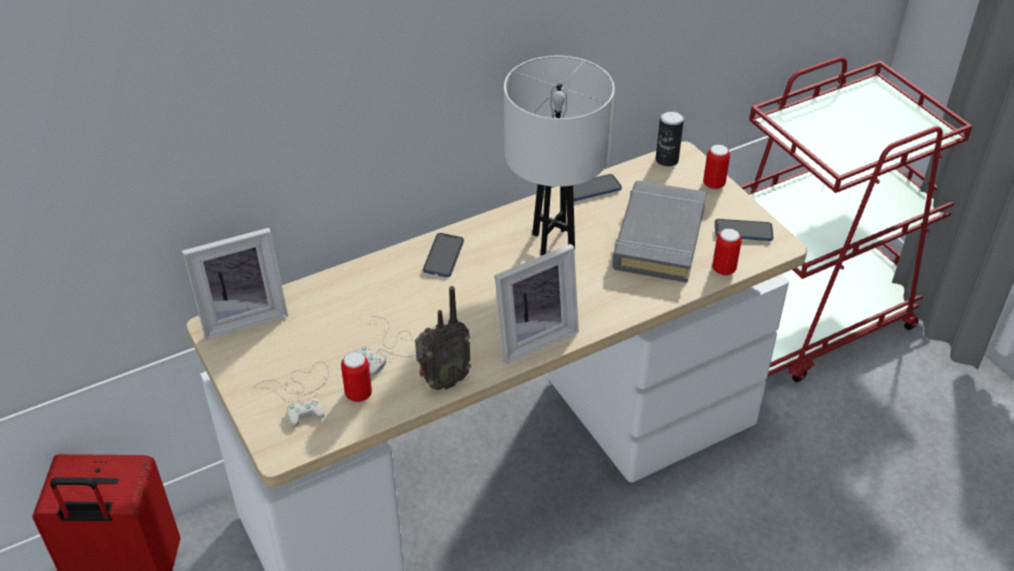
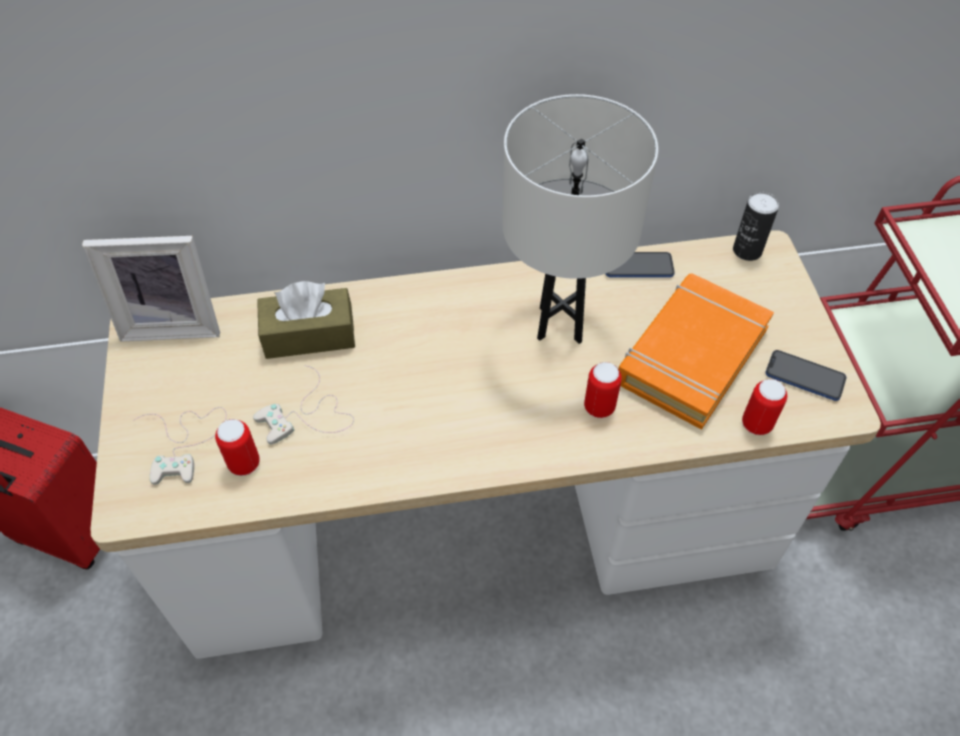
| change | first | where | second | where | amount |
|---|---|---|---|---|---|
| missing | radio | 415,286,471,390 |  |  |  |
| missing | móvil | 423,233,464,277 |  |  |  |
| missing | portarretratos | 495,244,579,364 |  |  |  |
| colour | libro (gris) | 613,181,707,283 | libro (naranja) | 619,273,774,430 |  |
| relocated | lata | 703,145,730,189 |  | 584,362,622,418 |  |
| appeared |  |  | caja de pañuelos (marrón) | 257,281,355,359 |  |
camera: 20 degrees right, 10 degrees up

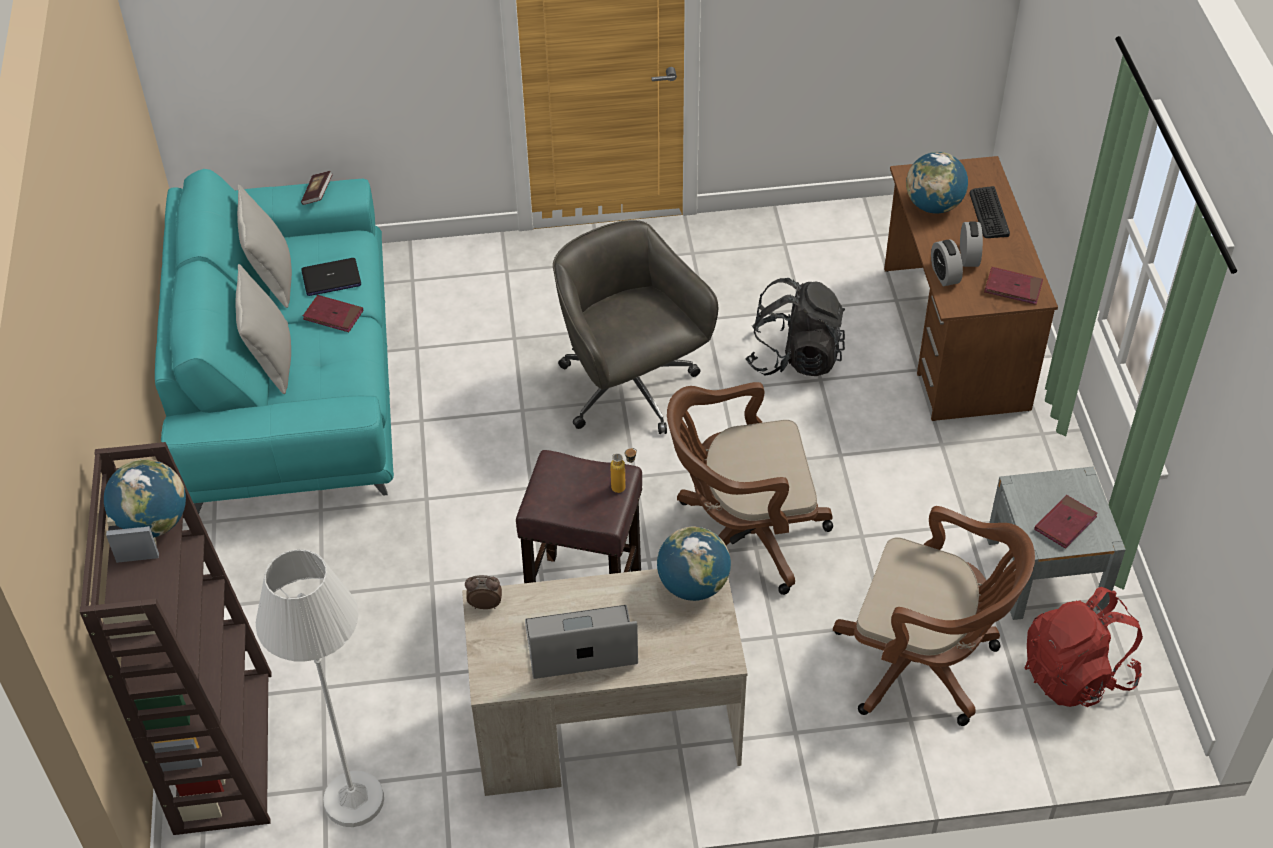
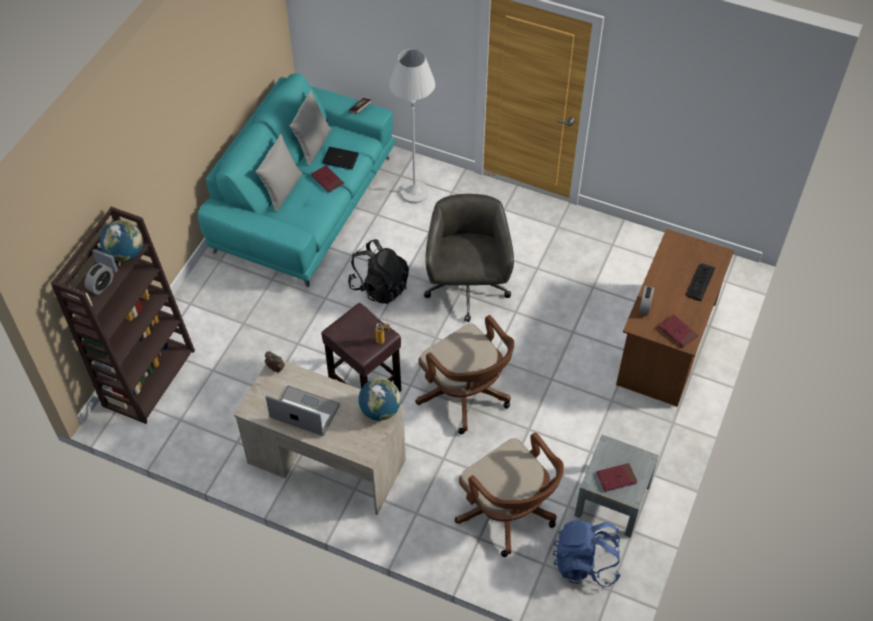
| change | first | where | second | where | amount |
|---|---|---|---|---|---|
| relocated | lámpara de pie (blanco) | 256,549,384,827 |  | 389,49,435,204 |  |
| spun | silla de oficina (marrón) | 667,382,833,595 |  | 415,315,514,434 | 150 degrees counterclockwise |
| relocated | mochila (negro) | 745,278,845,376 |  | 348,239,409,304 |  |
| missing | globo terráqueo | 906,152,968,214 |  |  |  |
| relocated | despertador | 960,221,983,267 |  | 85,263,113,295 |  |
| colour | mochila (rojo) | 1025,587,1143,707 | mochila (azul) | 553,520,621,587 |  |
camera: 30 degrees right, 5 degrees up

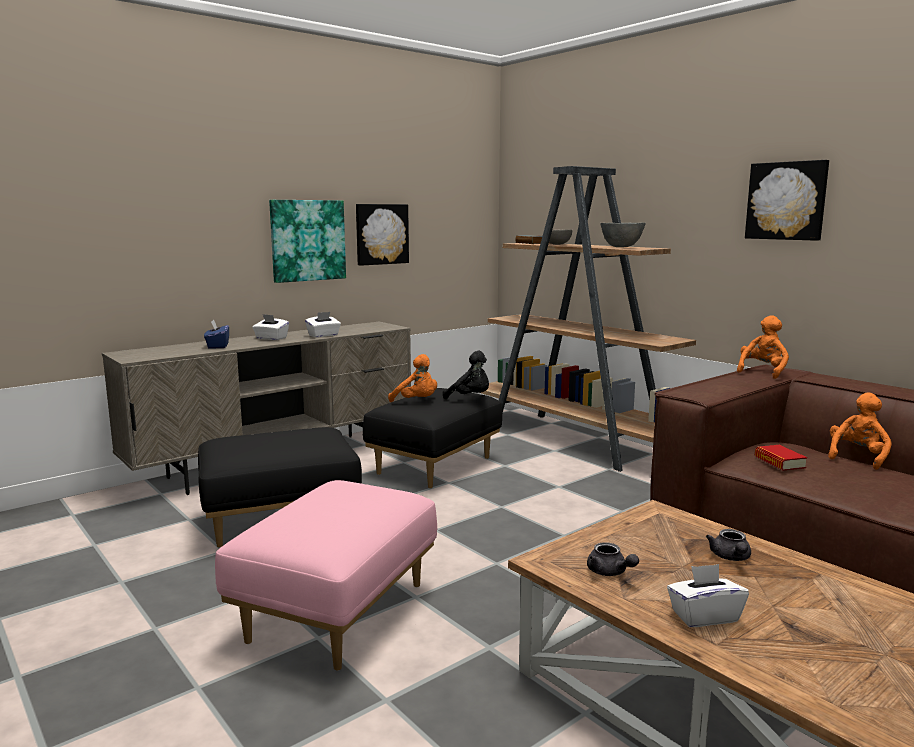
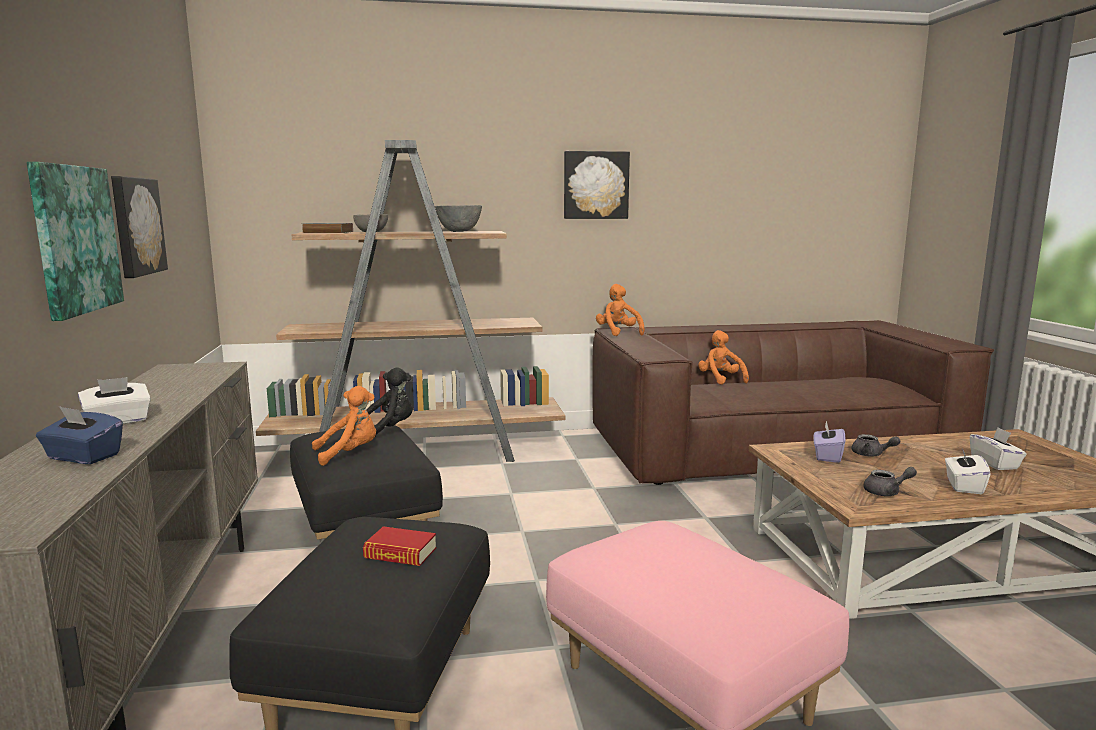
| change | first | where | second | where | amount |
|---|---|---|---|---|---|
| relocated | caja de pañuelos (blanco) | 305,312,341,337 |  | 970,427,1027,470 |  |
| relocated | libro | 755,445,807,471 |  | 363,526,436,566 |  |
| appeared |  |  | caja de pañuelos (morado) | 813,421,845,463 |  |
camera: 60 degrees left, 0 degrees up

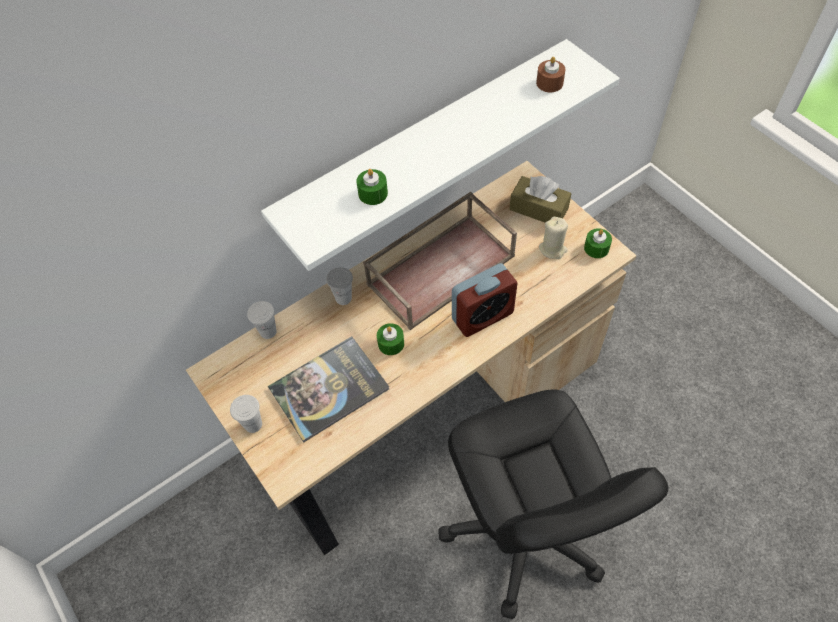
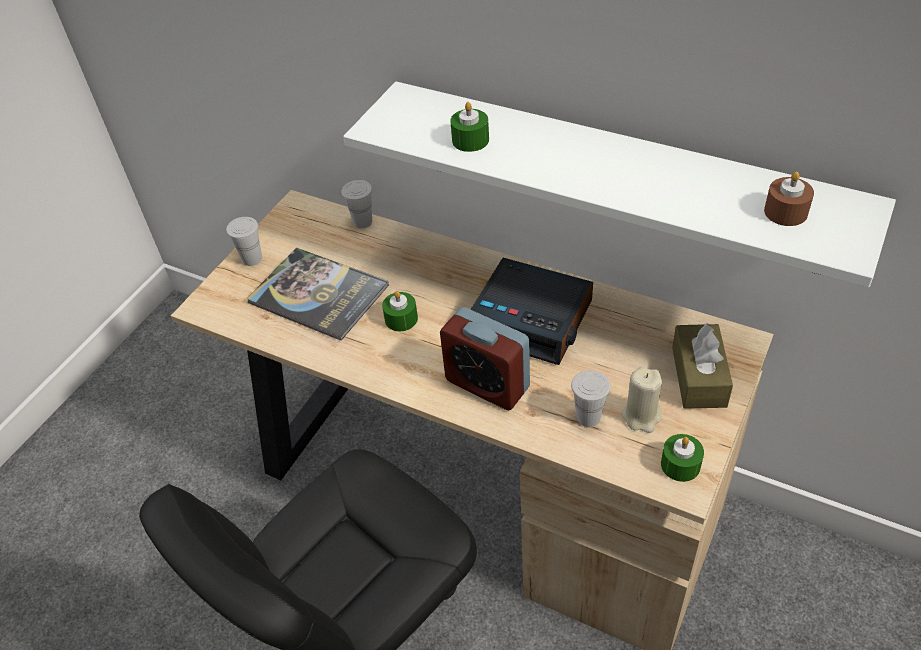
| change | first | where | second | where | amount |
|---|---|---|---|---|---|
| relocated | taza (blanco) | 326,267,353,305 |  | 571,370,610,427 |  |
| exchanged | bandeja (marrón) | 363,192,517,330 | despertador | 470,258,593,365 |  |
camera: 65 degrees right, 10 degrees down

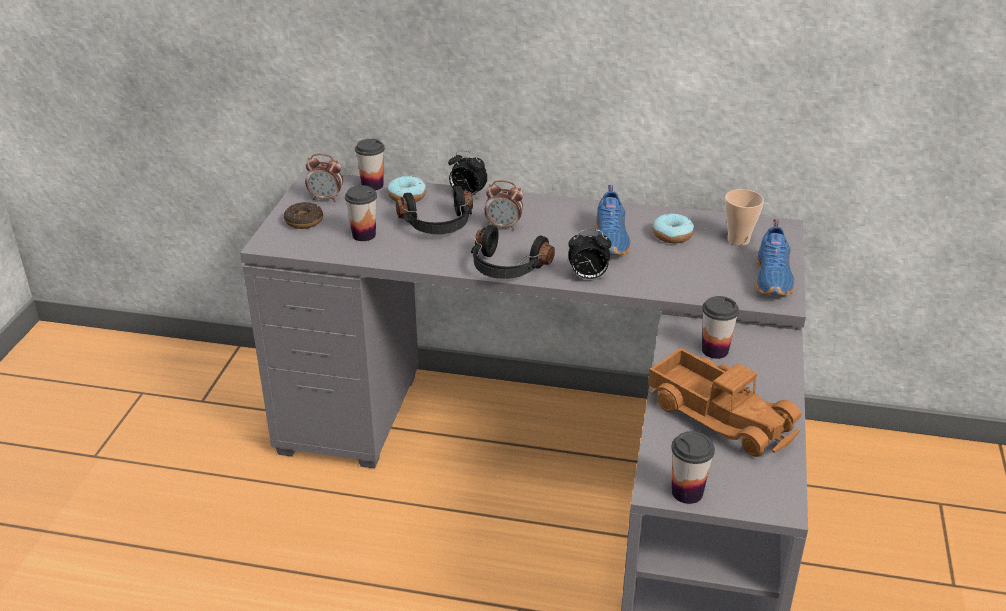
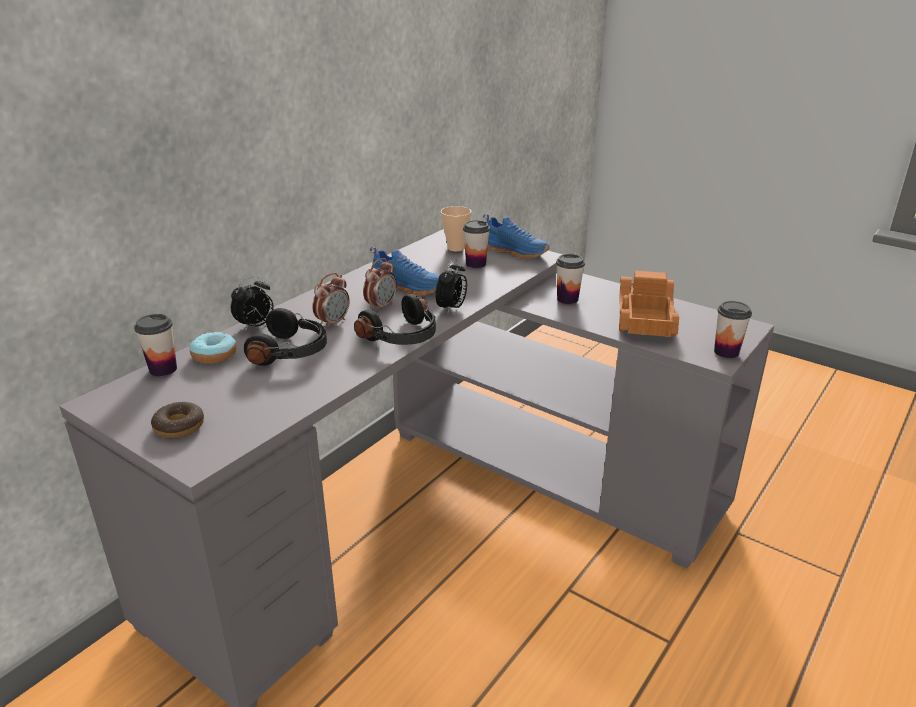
| change | first | where | second | where | amount |
|---|---|---|---|---|---|
| relocated | despertador | 305,154,343,202 |  | 363,258,397,312 |  |
| relocated | taza | 345,185,377,241 |  | 463,220,490,268 |  |
| spun | camión de juguete | 648,348,801,457 |  | 619,271,679,337 | 60 degrees counterclockwise |
| missing | rosquilla | 652,214,694,243 |  |  |  |
camera: 65 degrees left, 5 degrees down

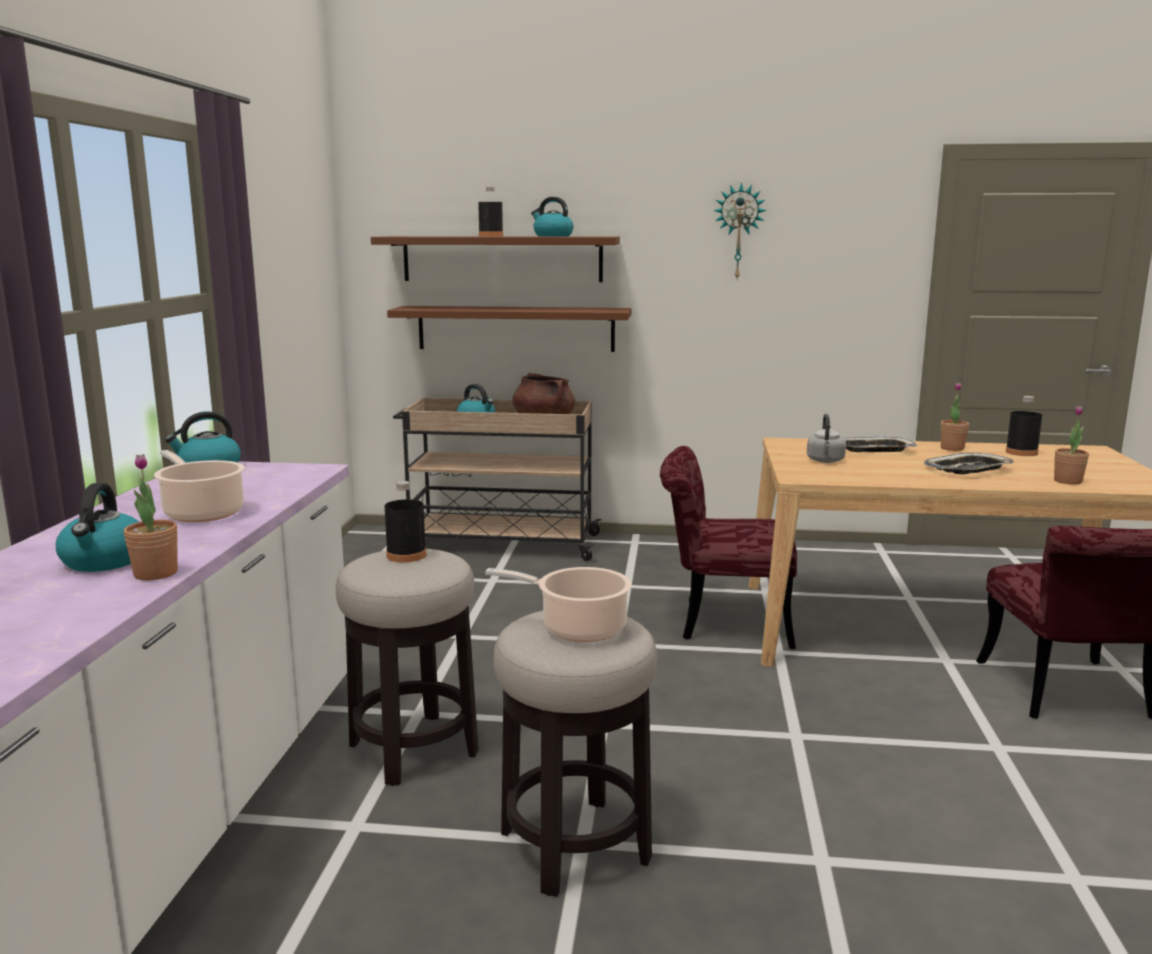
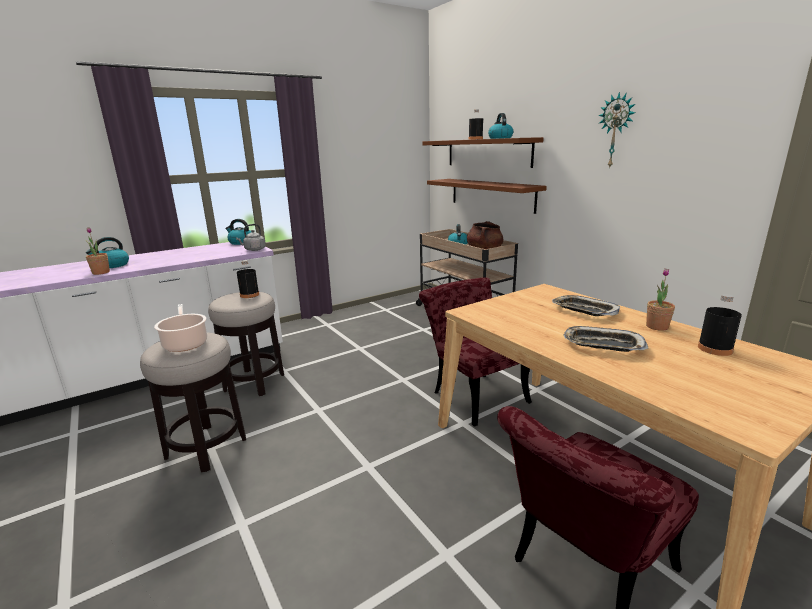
| change | first | where | second | where | amount |
|---|---|---|---|---|---|
| missing | olla | 154,450,245,522 |  |  |  |
| relocated | hervidor (gris) | 807,414,846,463 |  | 236,224,266,251 |  |
| missing | planta en maceta | 1054,406,1089,485 |  |  |  |
camera: 50 degrees right, 5 degrees up

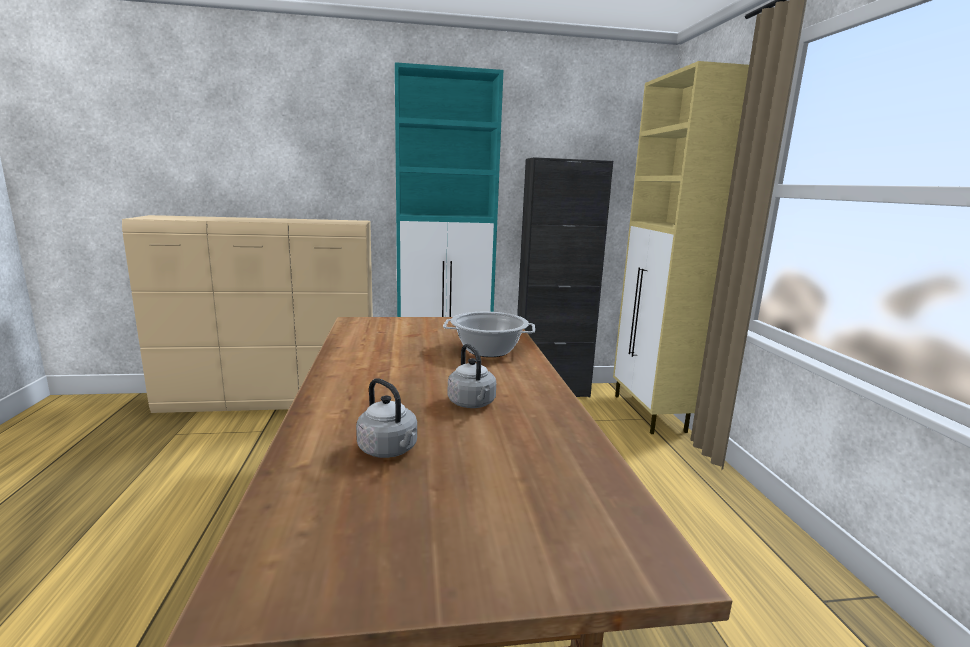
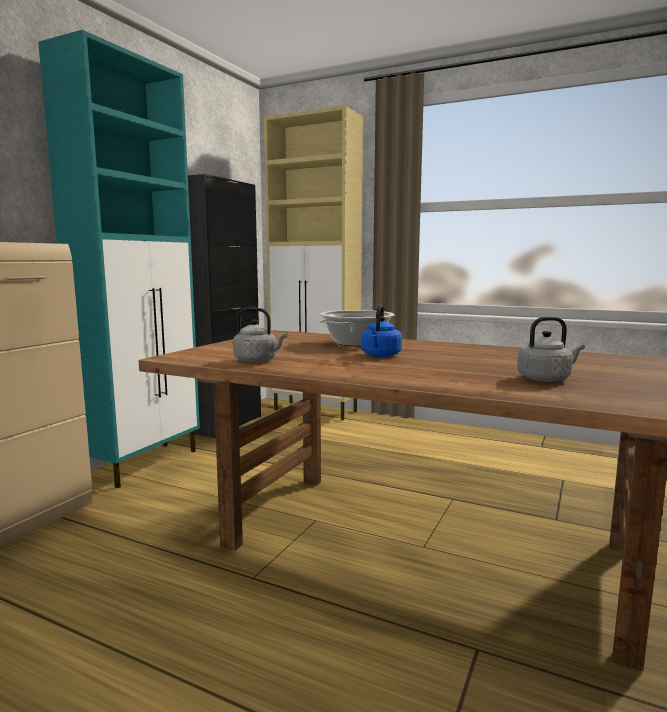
| change | first | where | second | where | amount |
|---|---|---|---|---|---|
| relocated | hervidor (gris) | 448,344,496,408 |  | 233,307,287,363 |  |
| appeared |  |  | hervidor (azul) | 361,304,402,357 |  |
camera: 55 degrees left, 5 degrees down

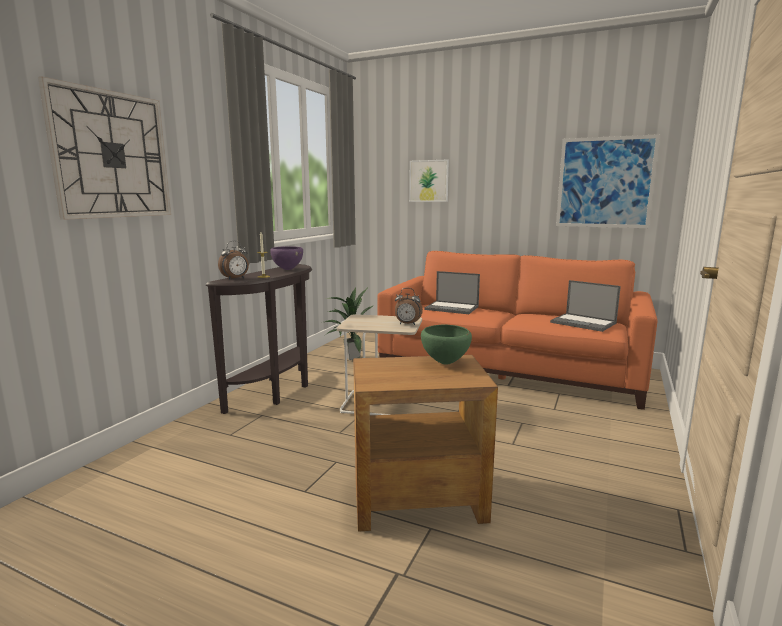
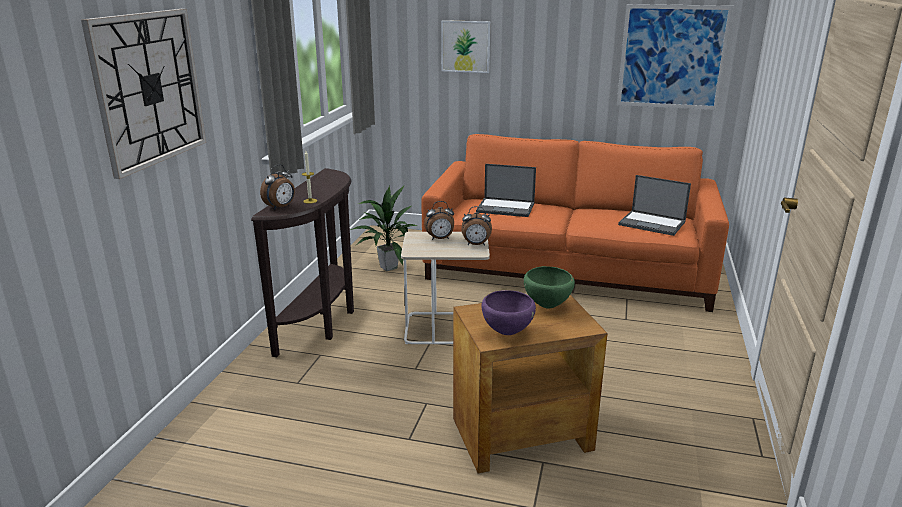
| change | first | where | second | where | amount |
|---|---|---|---|---|---|
| relocated | cuenco (morado) | 270,247,303,270 |  | 482,290,536,335 |  |
| appeared |  |  | despertador | 424,201,454,240 |  |
camera: 10 degrees left, 10 degrees up

